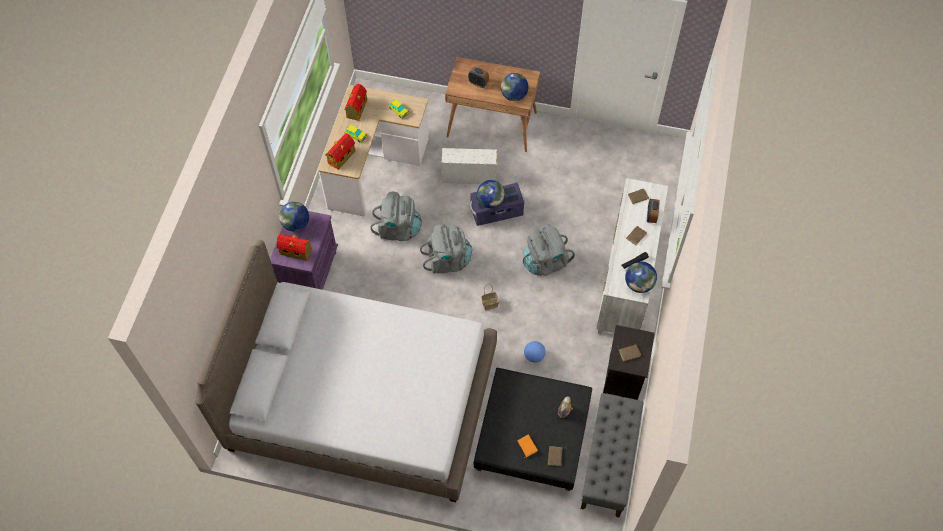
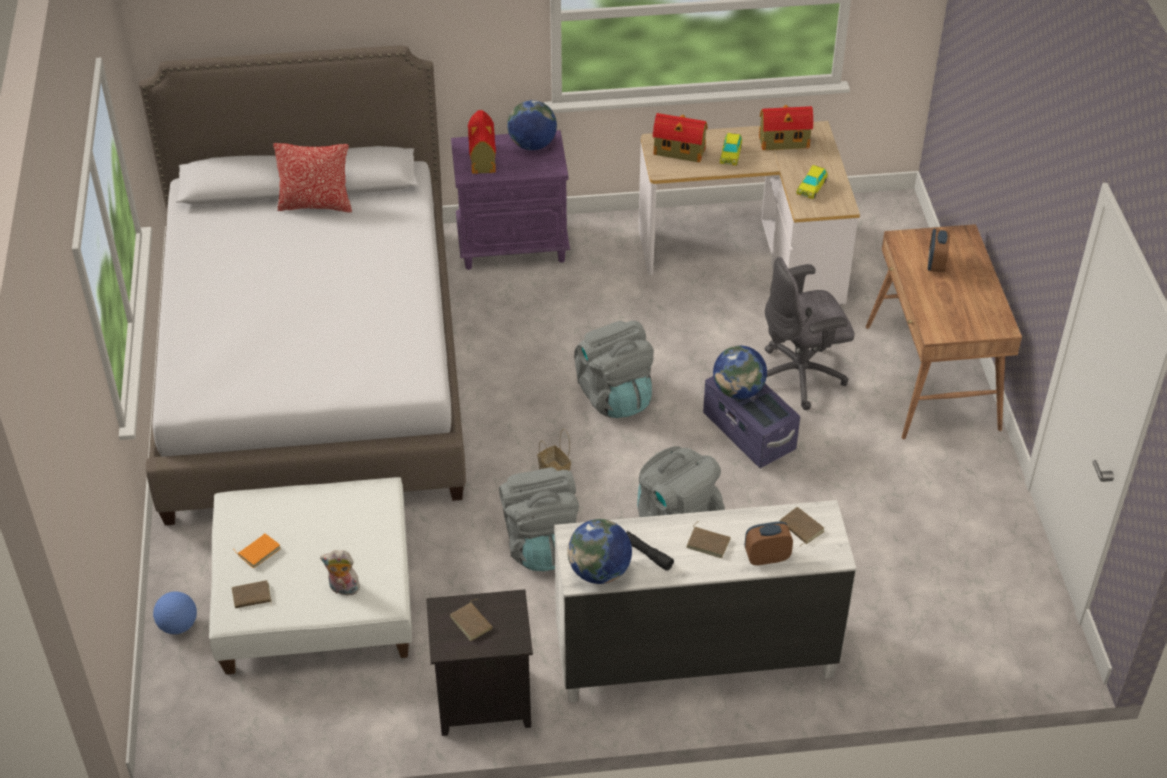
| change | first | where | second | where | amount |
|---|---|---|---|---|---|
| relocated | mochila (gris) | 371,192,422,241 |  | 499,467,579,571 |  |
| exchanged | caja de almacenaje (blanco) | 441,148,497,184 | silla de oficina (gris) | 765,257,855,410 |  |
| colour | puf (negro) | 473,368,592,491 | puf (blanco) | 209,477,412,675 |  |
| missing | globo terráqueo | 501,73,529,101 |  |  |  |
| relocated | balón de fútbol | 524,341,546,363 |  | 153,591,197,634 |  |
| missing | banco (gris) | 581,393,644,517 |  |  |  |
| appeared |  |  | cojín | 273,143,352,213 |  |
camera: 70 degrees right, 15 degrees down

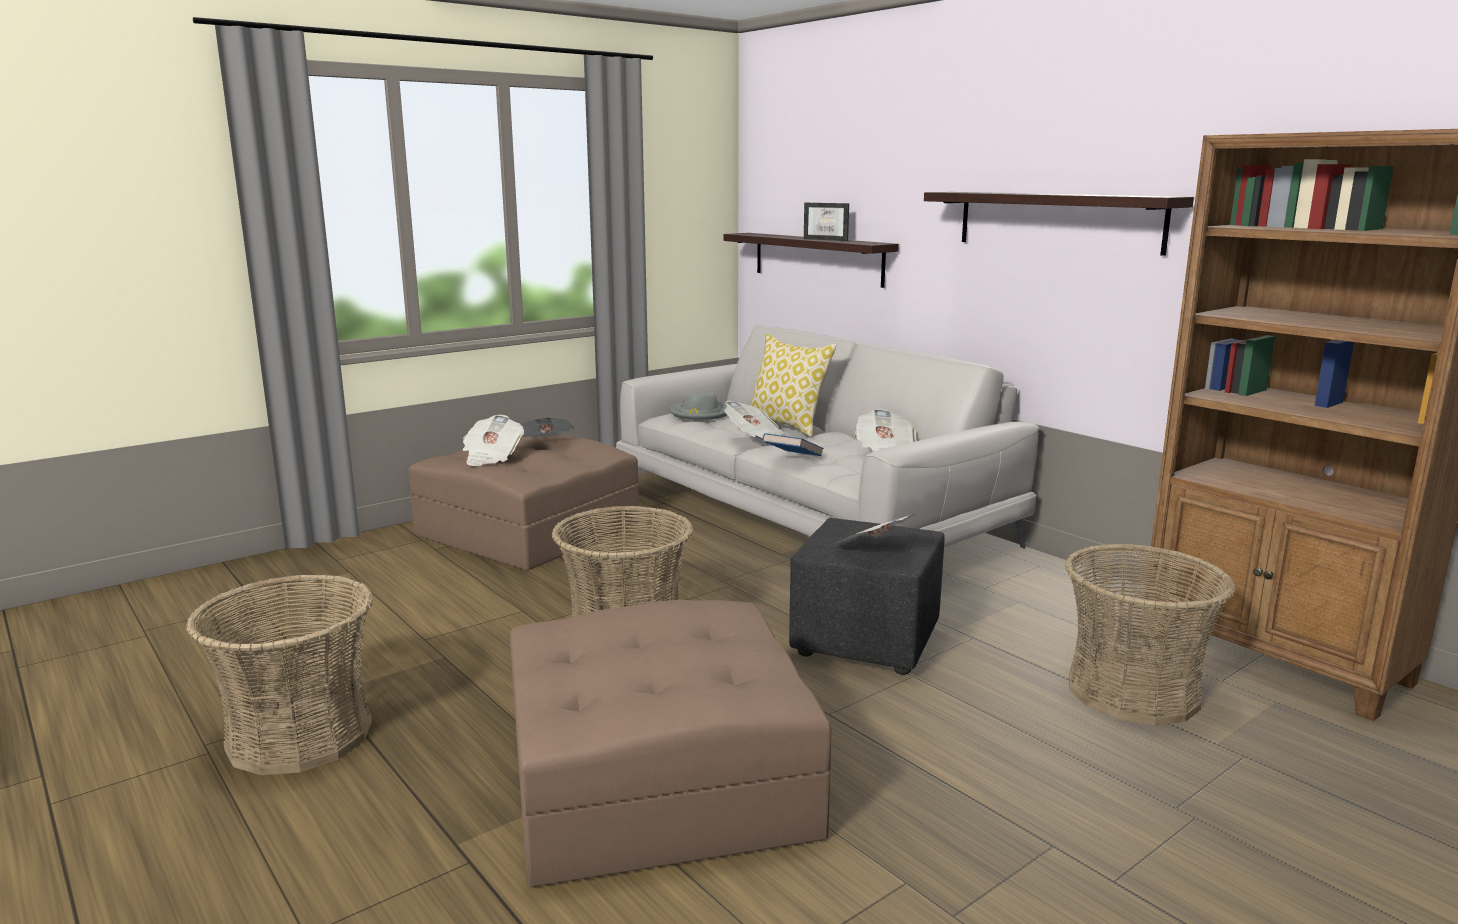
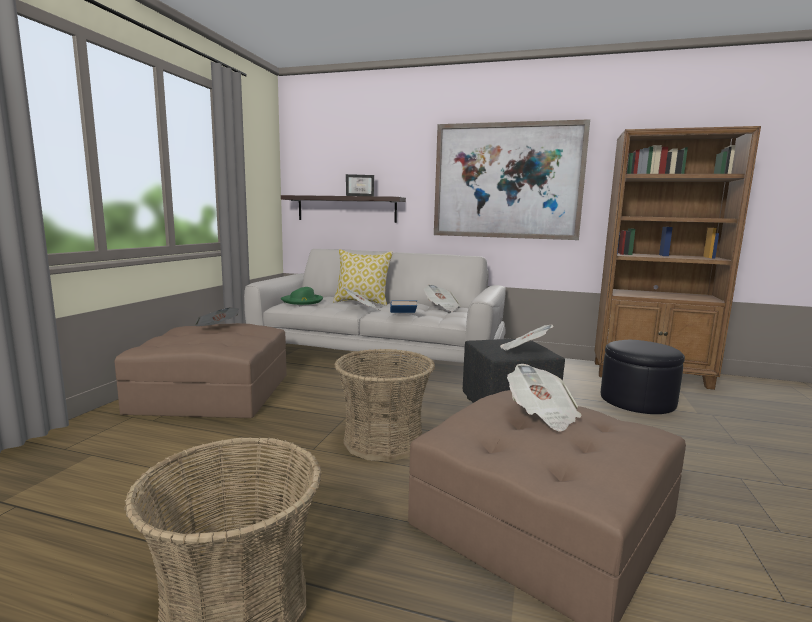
| change | first | where | second | where | amount |
|---|---|---|---|---|---|
| relocated | periódico | 463,415,524,466 |  | 507,364,582,432 |  |
| colour | sombrero (gris) | 669,391,727,420 | sombrero (verde) | 281,287,323,305 |  |
| exchanged | estante | 924,192,1194,256 | cuadro | 434,119,590,240 |  |
| exchanged | cesta | 1065,543,1235,725 | puf (negro) | 601,340,685,414 |  |
camera: 35 degrees left, 5 degrees down

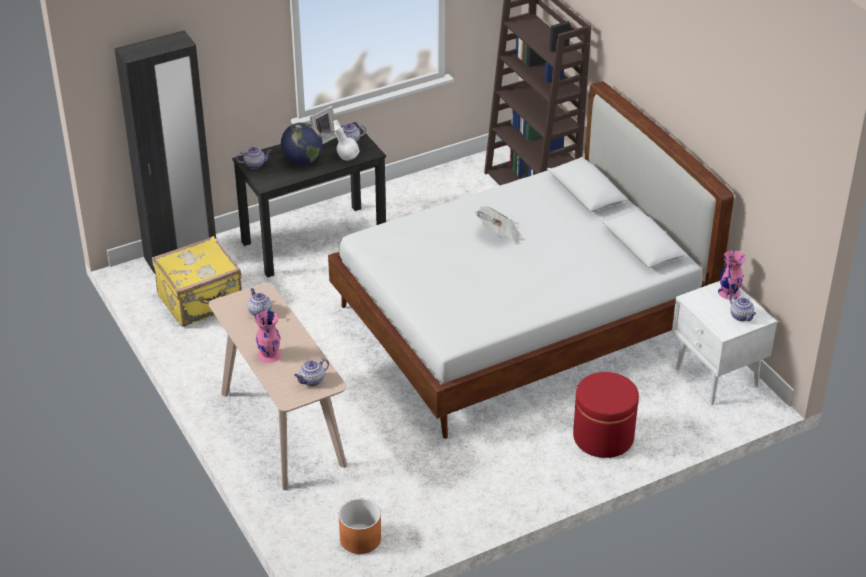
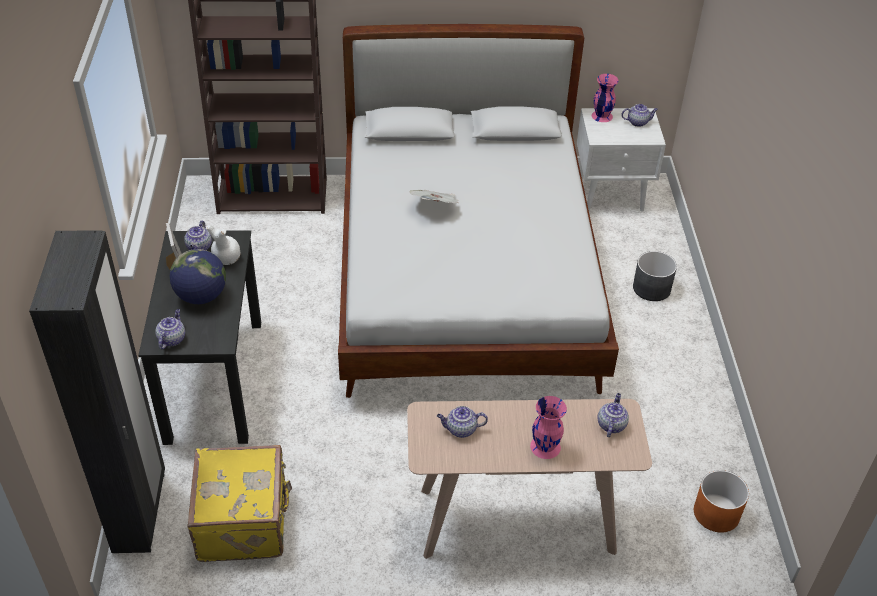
| change | first | where | second | where | amount |
|---|---|---|---|---|---|
| spun | tetera | 294,359,329,386 |  | 597,393,629,437 | 150 degrees counterclockwise |
| exchanged | puf (rojo) | 573,372,639,458 | maceta (gris) | 633,251,677,301 |  |
camera: 65 degrees left, 5 degrees up

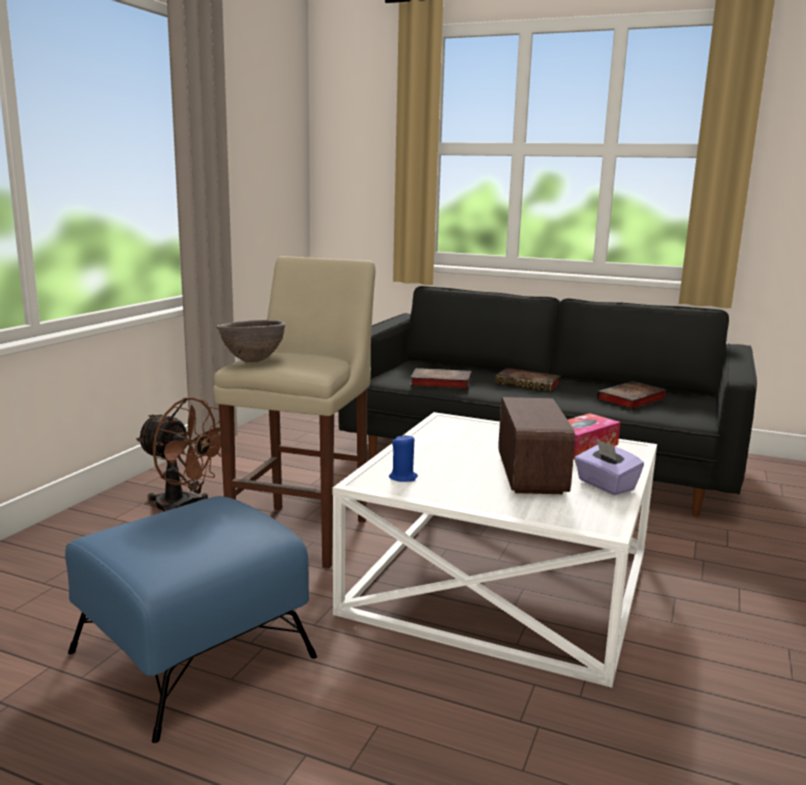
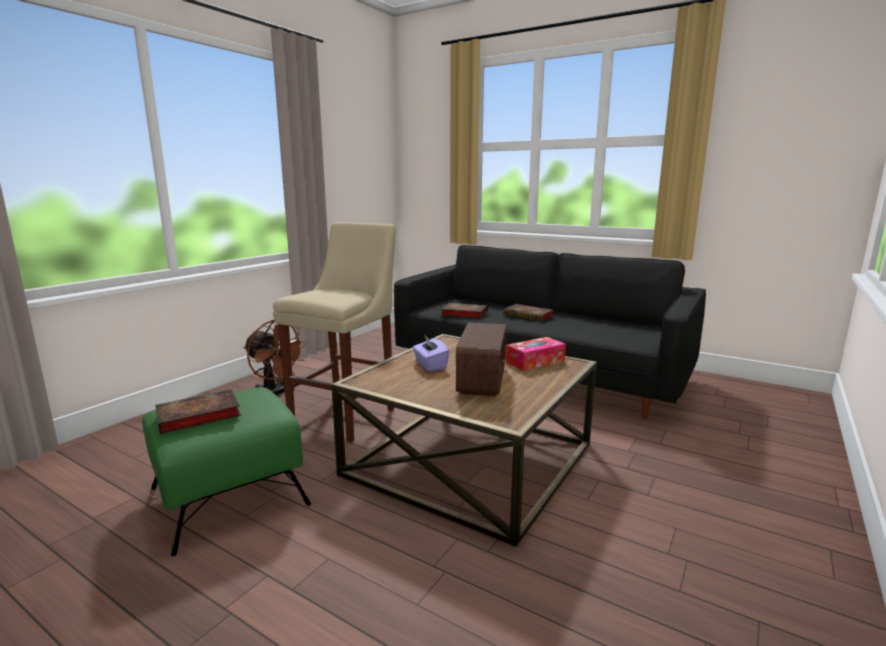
| change | first | where | second | where | amount |
|---|---|---|---|---|---|
| colour | puf (azul) | 65,496,317,743 | puf (verde) | 142,387,311,556 |  |
| missing | cuenco (marrón) | 216,320,286,362 |  |  |  |
| colour | mesa de centro (blanco) | 332,412,657,688 | mesa de centro (marrón) | 331,334,597,547 |  |
| missing | vela (azul) | 389,434,418,482 |  |  |  |
| relocated | caja de pañuelos (morado) | 574,439,644,495 |  | 413,335,449,371 |  |
| relocated | libro | 597,381,667,410 |  | 155,389,241,434 |  |
camera: 10 degrees right, 0 degrees up

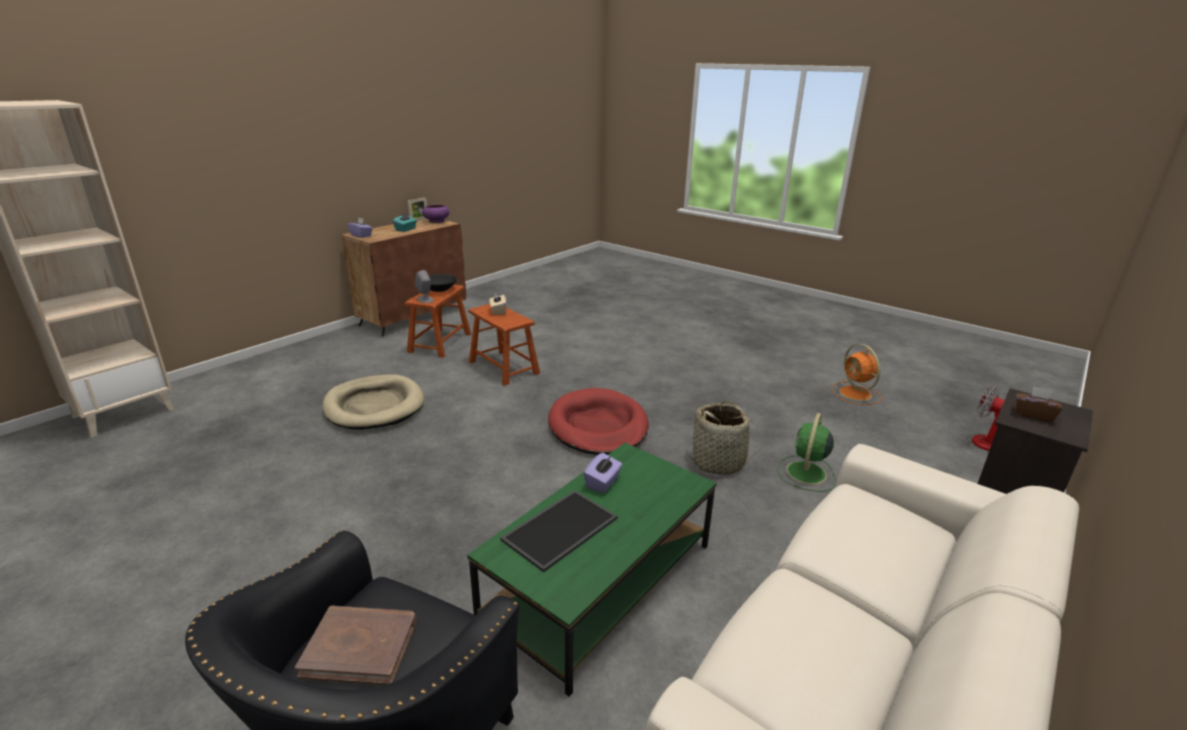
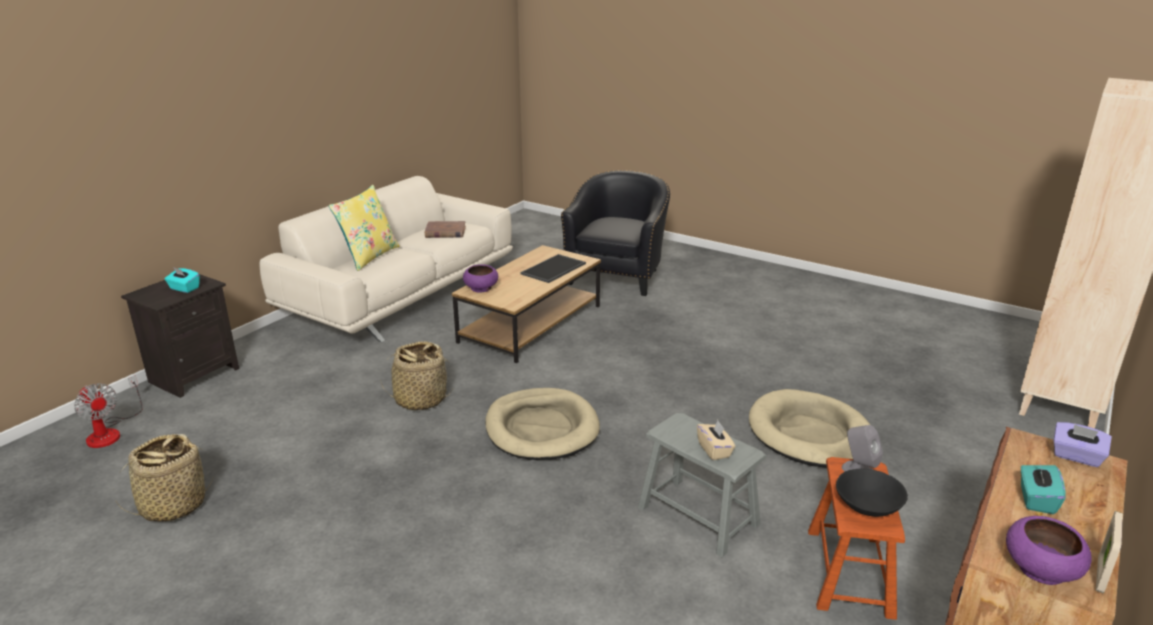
| change | first | where | second | where | amount |
|---|---|---|---|---|---|
| relocated | libro (marrón) | 295,606,416,685 |  | 425,221,466,238 |  |
| colour | mesa de centro (verde) | 467,443,716,696 | mesa de centro (marrón) | 452,245,601,363 |  |
| colour | taburete (marrón) | 468,304,540,386 | taburete (gris) | 638,413,767,557 |  |
| colour | cama para perro (rojo) | 548,388,649,455 | cama para perro (beis) | 485,388,600,460 |  |
| missing | caja de pañuelos (morado) | 584,453,622,493 |  |  |  |
| missing | ventilador (verde) | 777,413,836,492 |  |  |  |
| exchanged | ventilador (naranja) | 831,344,882,405 | cesta | 115,434,213,522 |  |
| colour | caja de pañuelos (marrón) | 1016,386,1063,423 | caja de pañuelos (turquesa) | 165,267,199,293 |  |
| appeared |  |  | cojín (amarillo) | 329,185,399,271 |  |
| appeared |  |  | cuenco (morado) | 463,264,498,293 |  |
camera: 175 degrees right, 0 degrees up

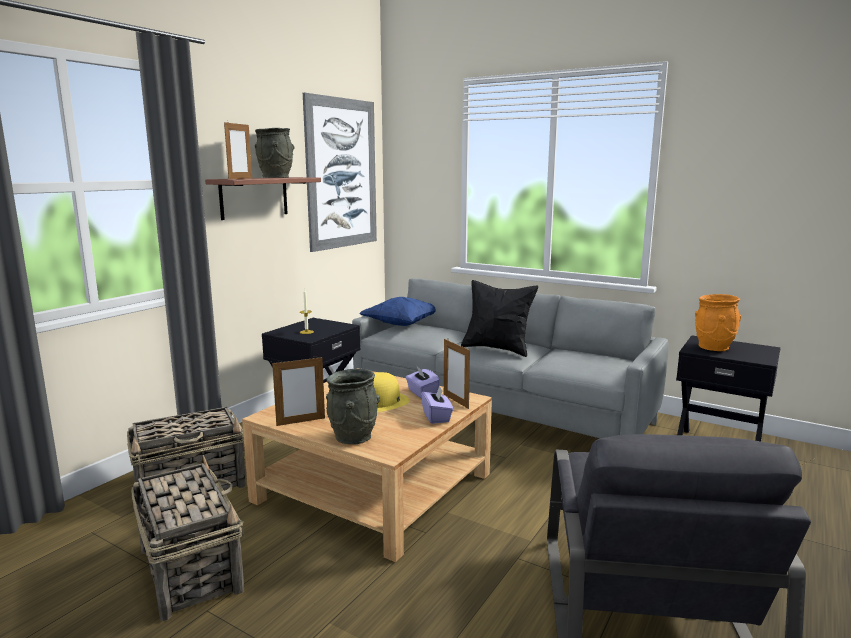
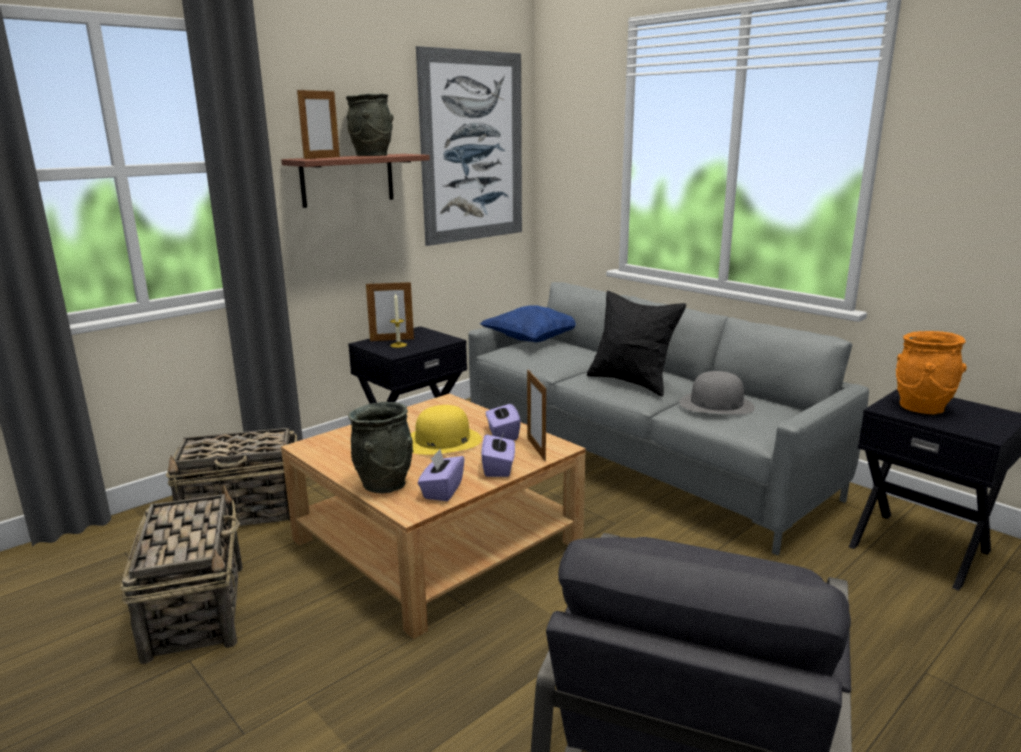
| change | first | where | second | where | amount |
|---|---|---|---|---|---|
| relocated | portarretratos | 272,357,325,426 |  | 366,280,414,341 |  |
| appeared |  |  | caja de pañuelos (morado) | 418,449,465,501 |  |
| appeared |  |  | sombrero (gris) | 679,371,755,415 |  |
camera: 15 degrees right, 5 degrees up

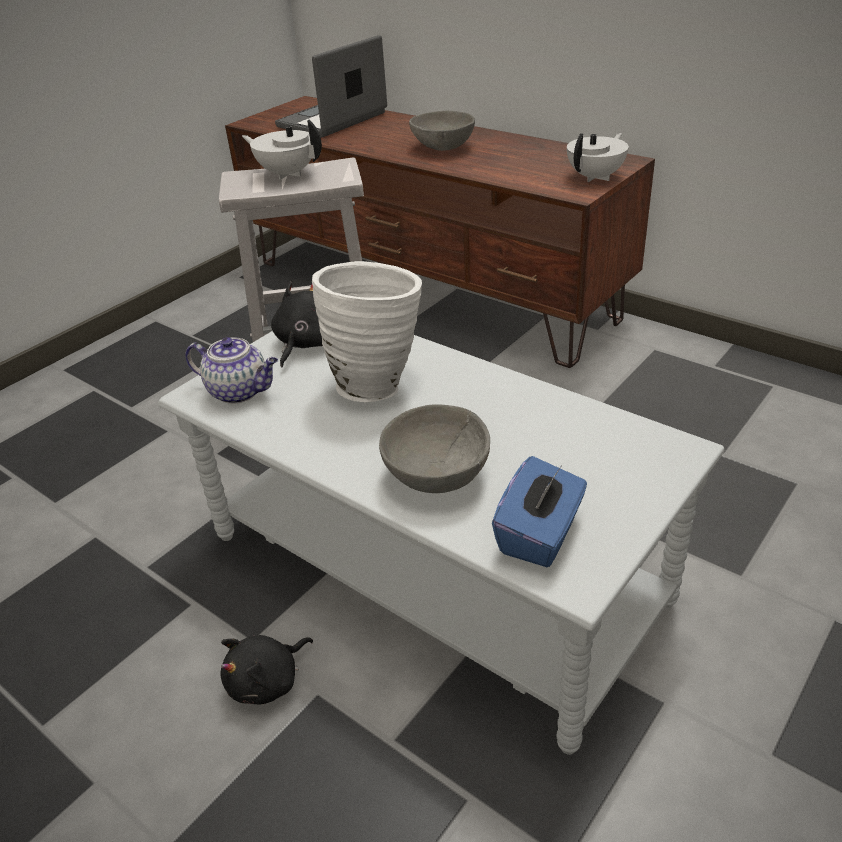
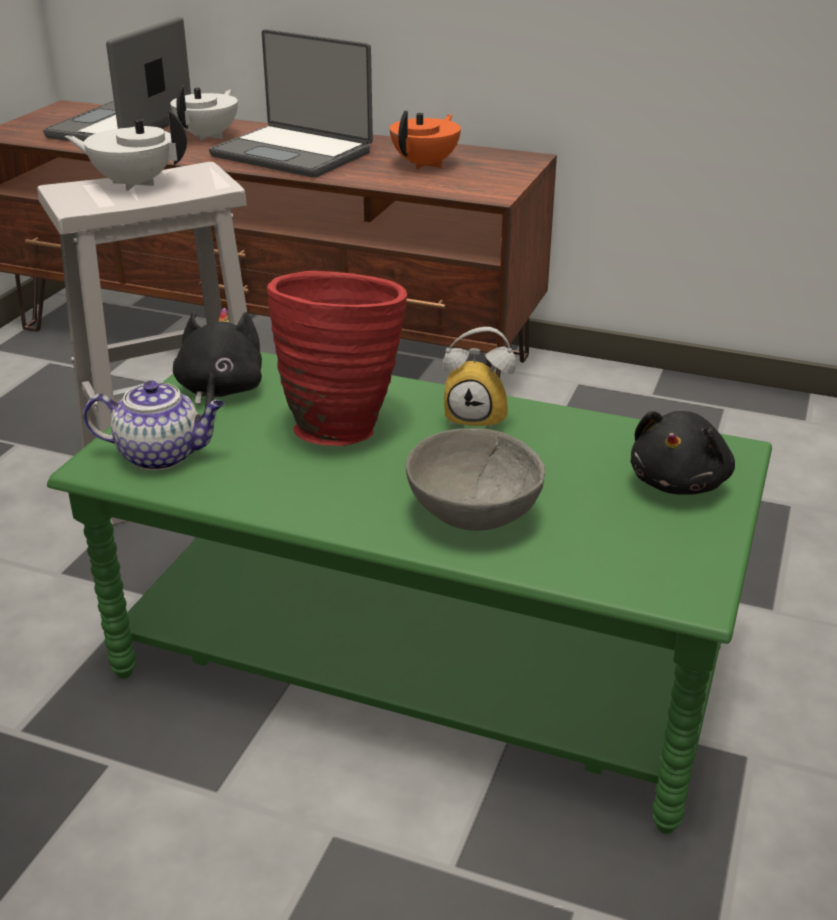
| change | first | where | second | where | amount |
|---|---|---|---|---|---|
| colour | mesa de centro (gris) | 158,331,724,755 | mesa de centro (verde) | 47,352,772,834 |  |
| relocated | peluche (negro) | 220,635,313,704 |  | 630,411,735,495 |  |
| colour | florero (blanco) | 312,261,422,402 | florero (rojo) | 267,271,407,446 |  |
| exchanged | cuenco (gris) | 409,111,475,151 | portátil | 209,29,373,178 |  |
| missing | caja de pañuelos (azul) | 492,456,587,567 |  |  |  |
| relocated | tetera (blanco) | 567,133,629,182 |  | 170,85,238,141 |  |
| appeared |  |  | tetera (naranja) | 390,110,461,169 |  |
| appeared |  |  | despertador | 443,327,516,430 |  |
camera: 20 degrees left, 5 degrees down

